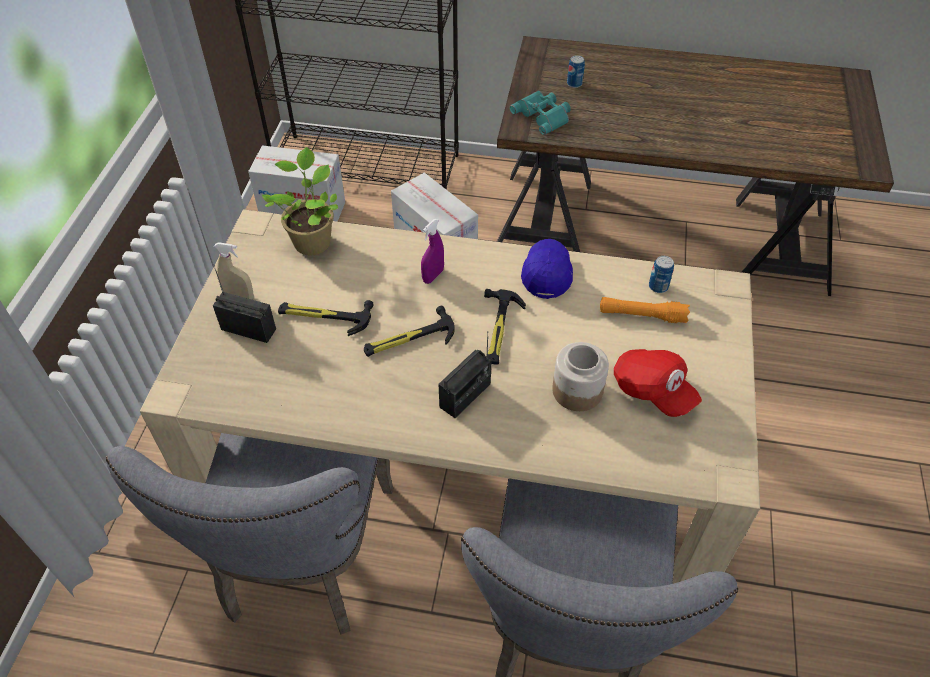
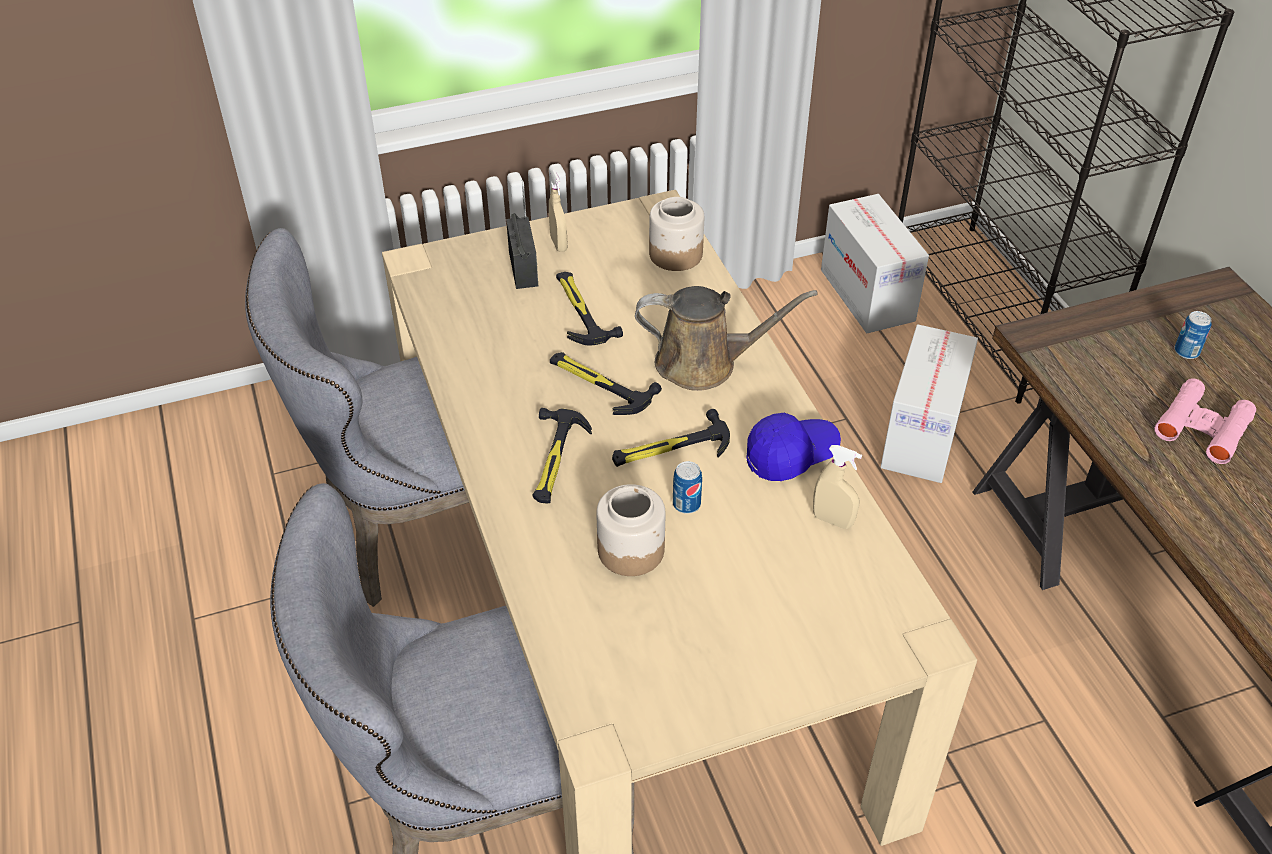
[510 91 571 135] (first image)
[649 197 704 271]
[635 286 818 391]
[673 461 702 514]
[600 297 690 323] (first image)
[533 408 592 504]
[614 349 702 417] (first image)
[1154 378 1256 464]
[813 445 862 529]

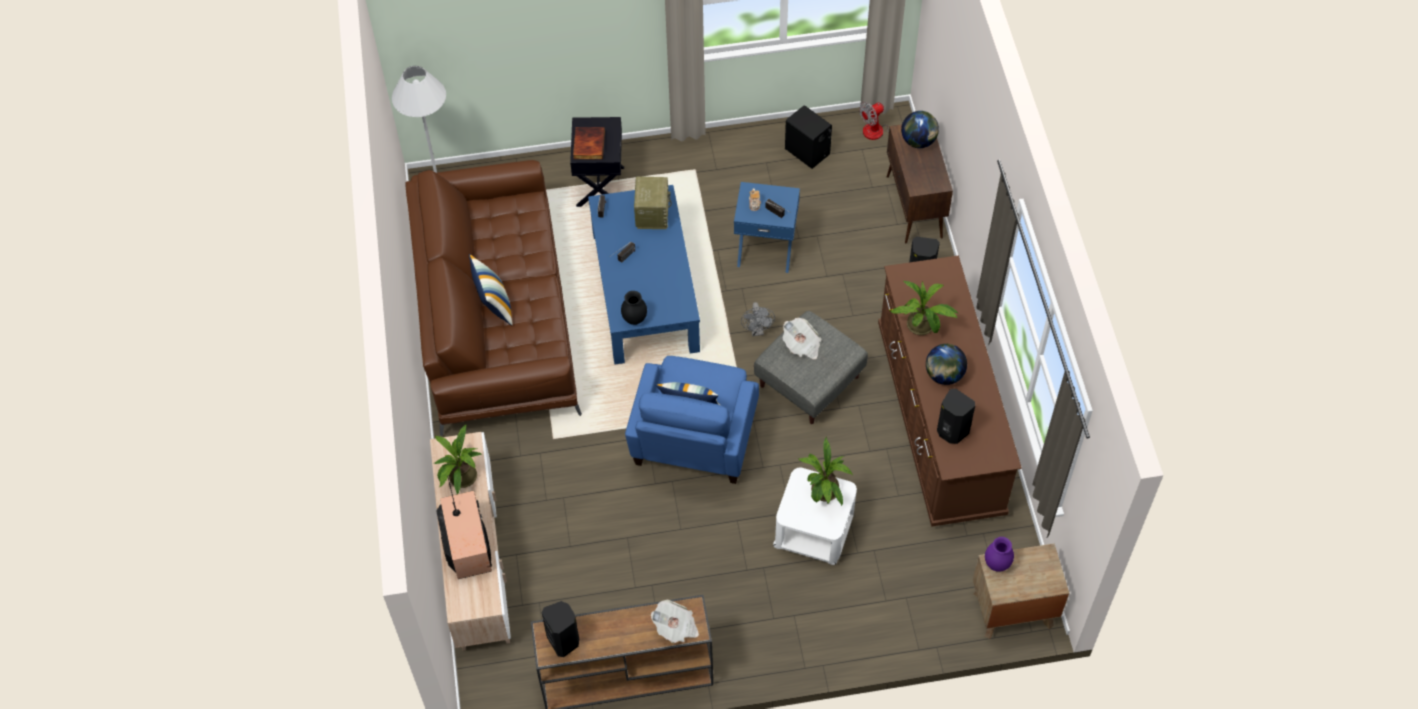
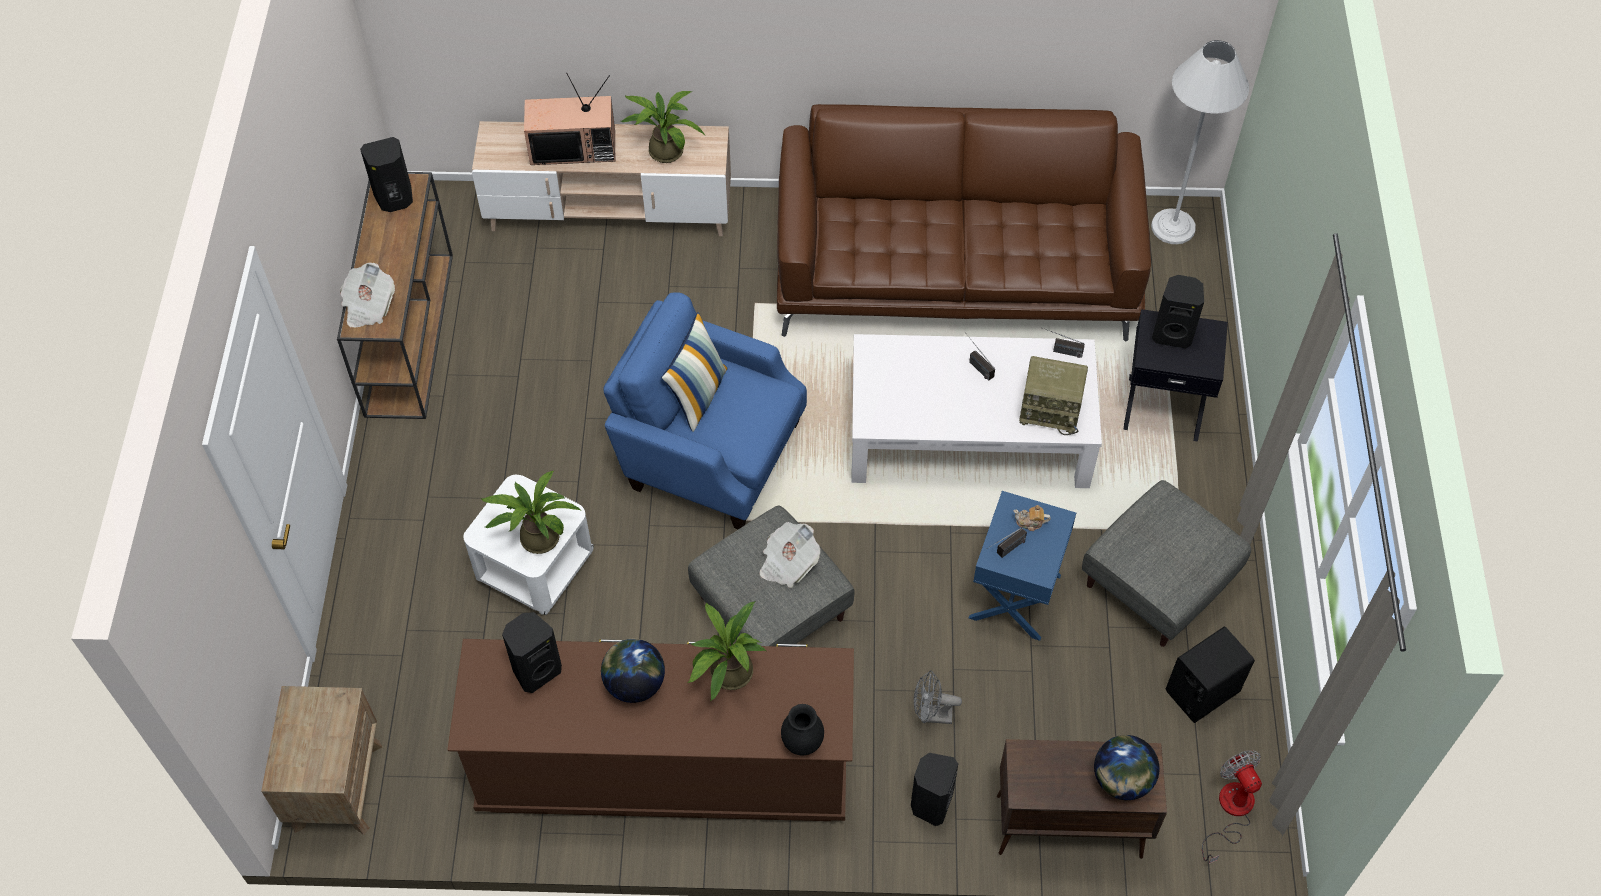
[1152 275 1204 349]
[851 334 1102 488]
[469 254 512 326] (first image)
[781 704 824 755]
[914 670 962 724]
[985 537 1014 572] (first image)
[1082 480 1251 647]

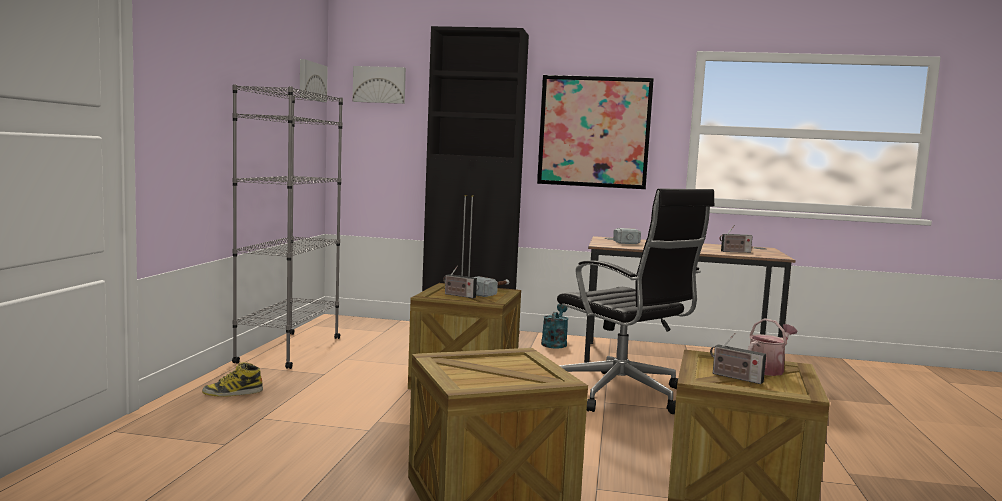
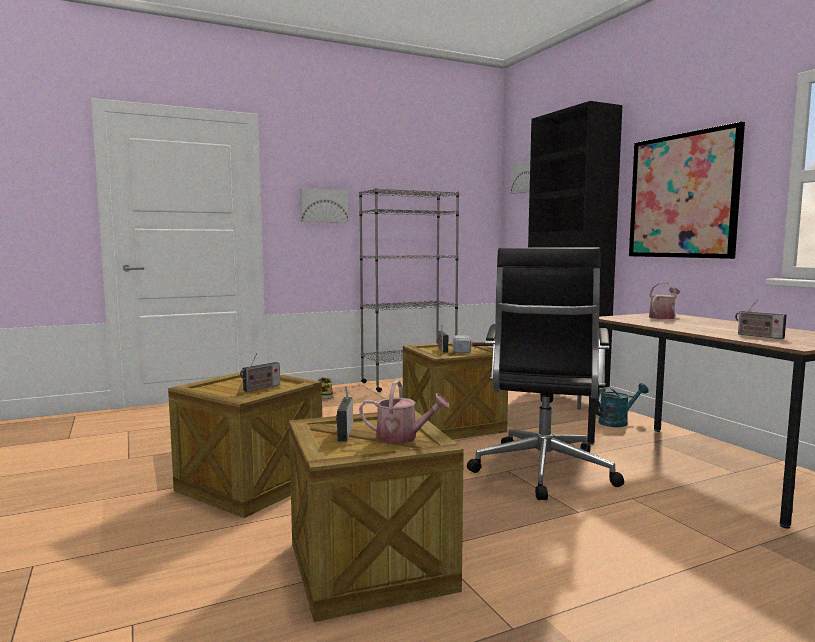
[300 188 348 222]
[649 282 680 319]
[240 354 280 392]

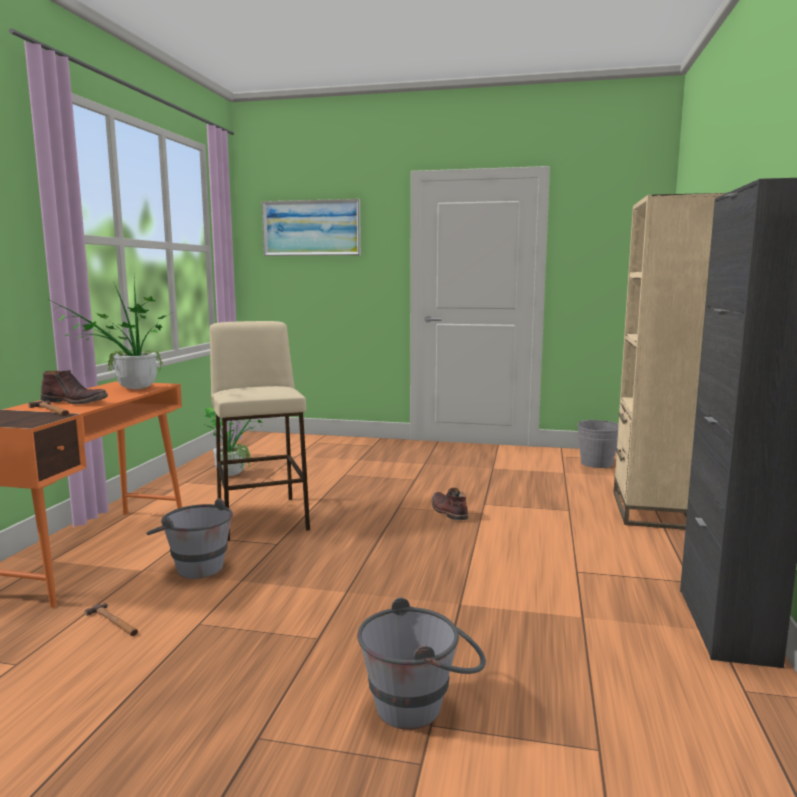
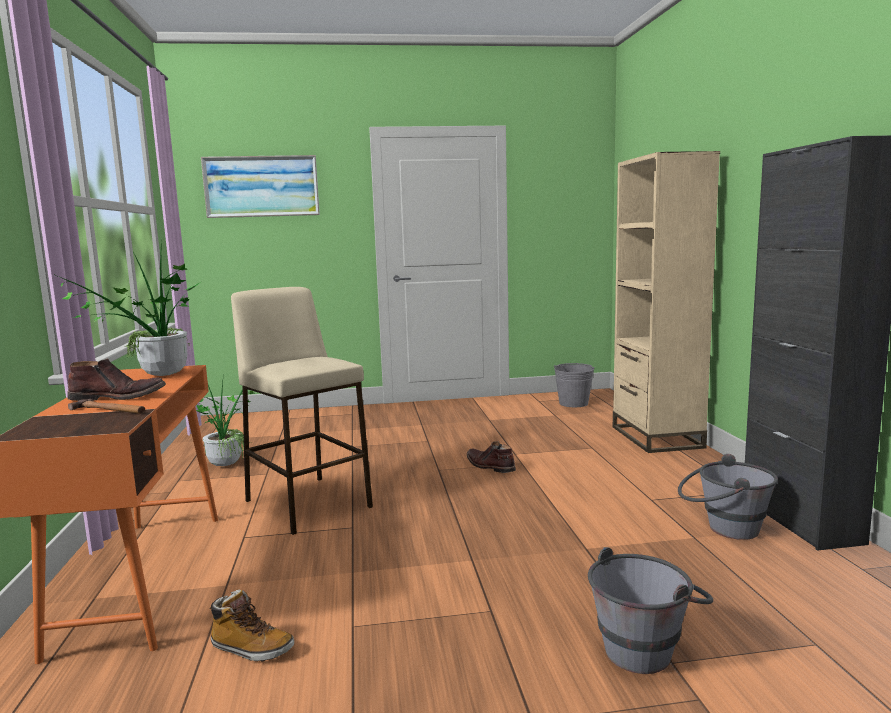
[678 454 778 540]
[209 590 294 662]

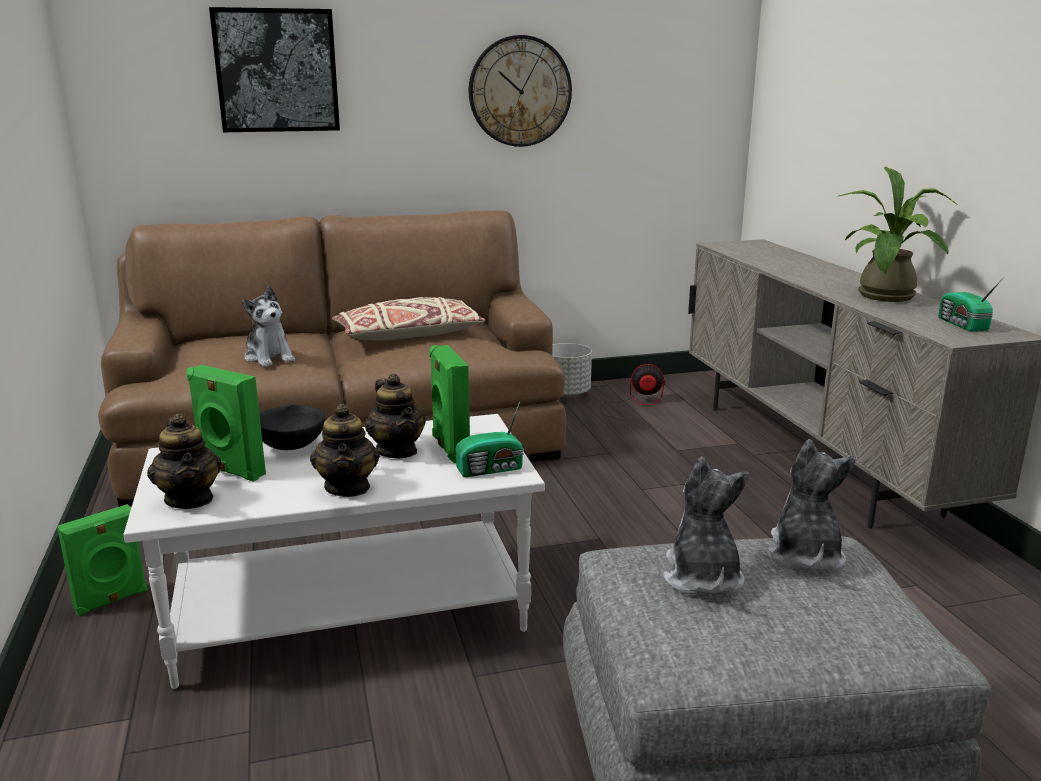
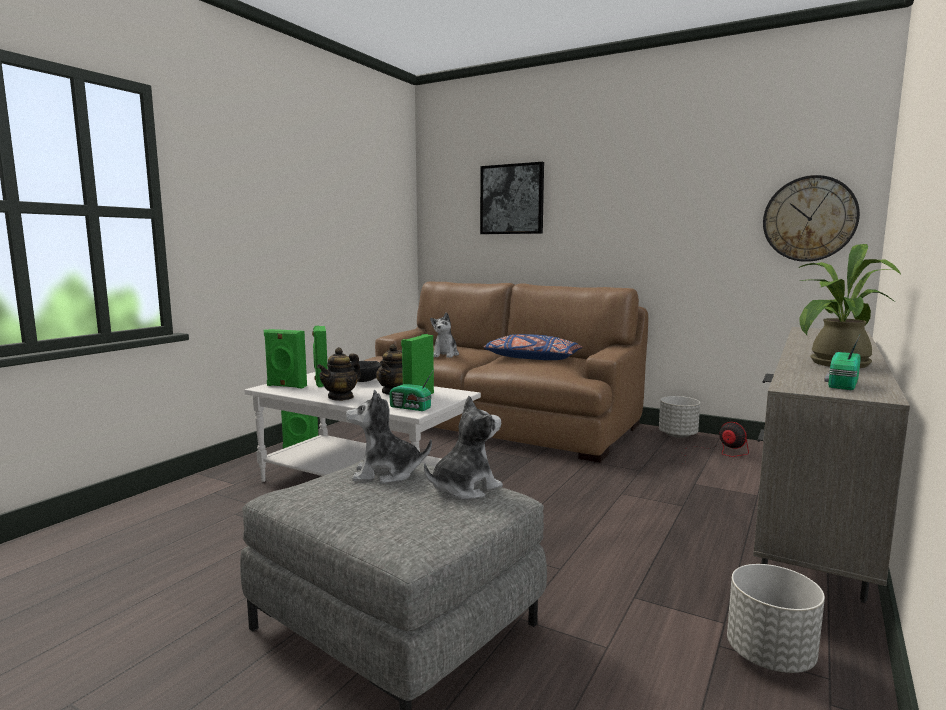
[763 175 860 262]
[483 334 582 360]
[264 329 307 388]
[346 389 432 484]
[727 564 825 673]

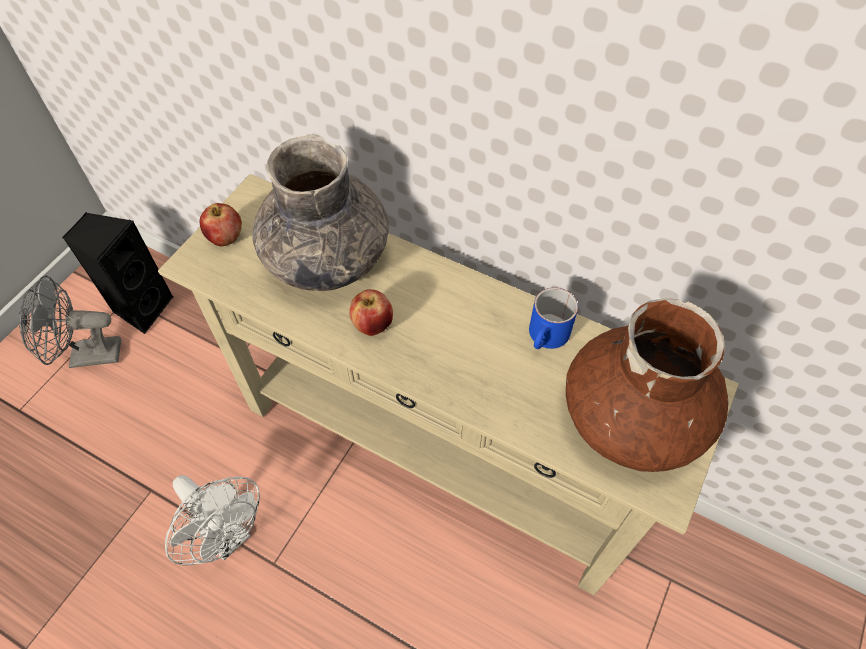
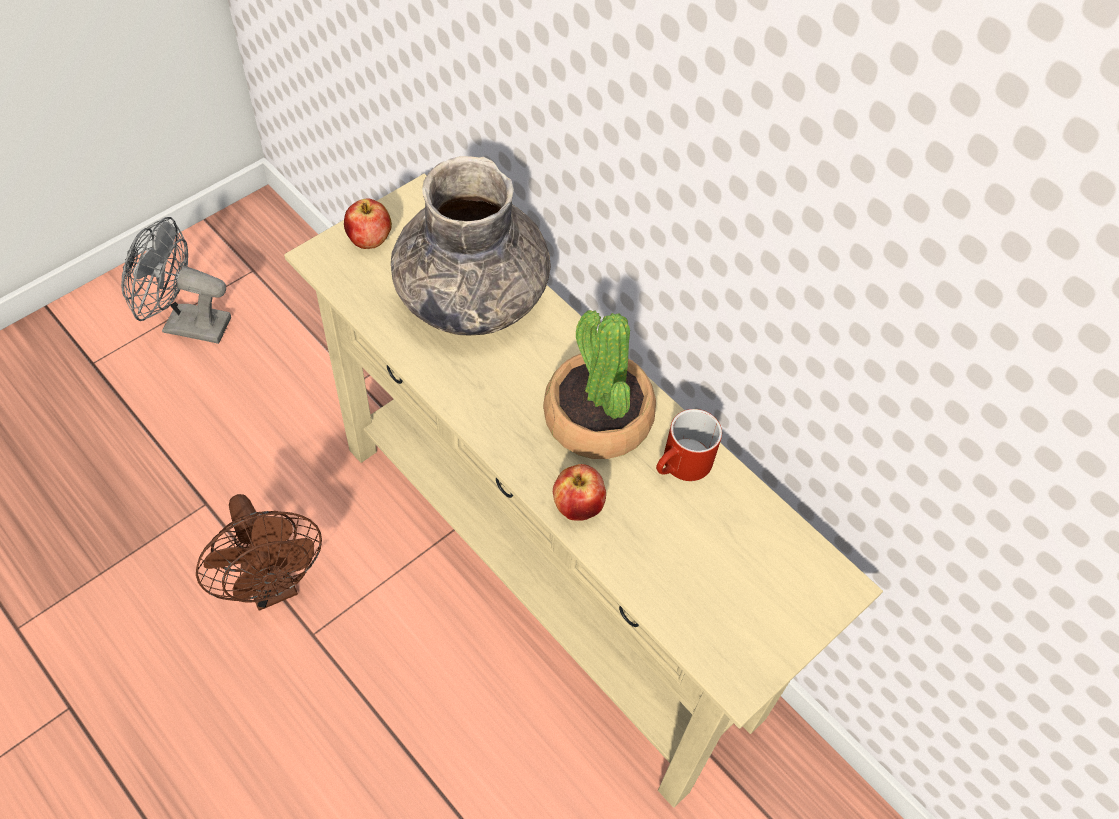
[62 212 174 334] (first image)
[656 409 722 481]
[553 464 606 521]
[566 298 728 472] (first image)
[196 494 322 611]
[543 310 656 459]

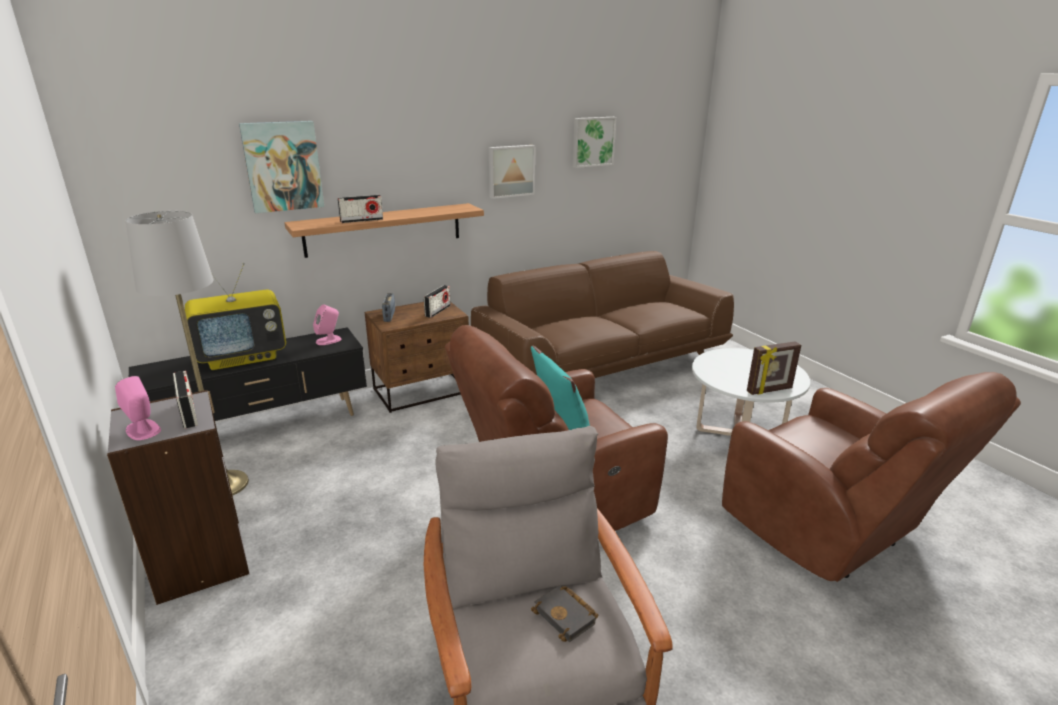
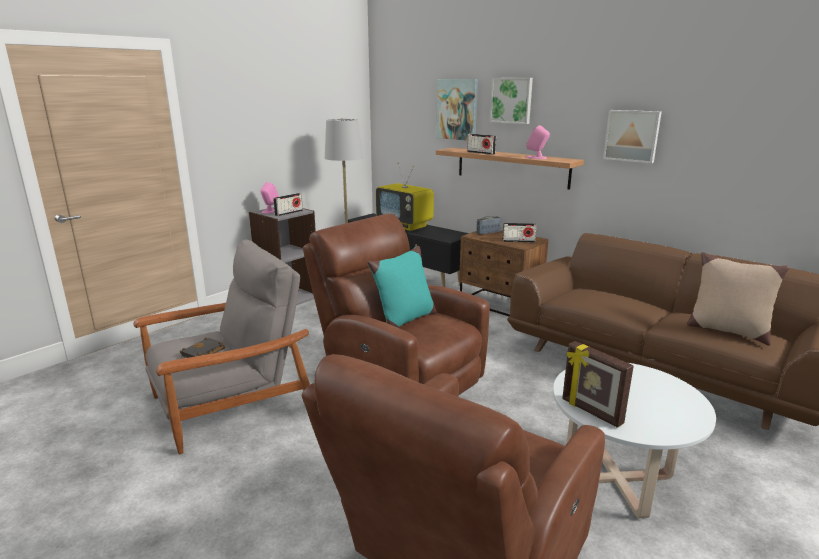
[490 78 533 124]
[526 125 550 159]
[687 252 789 346]

